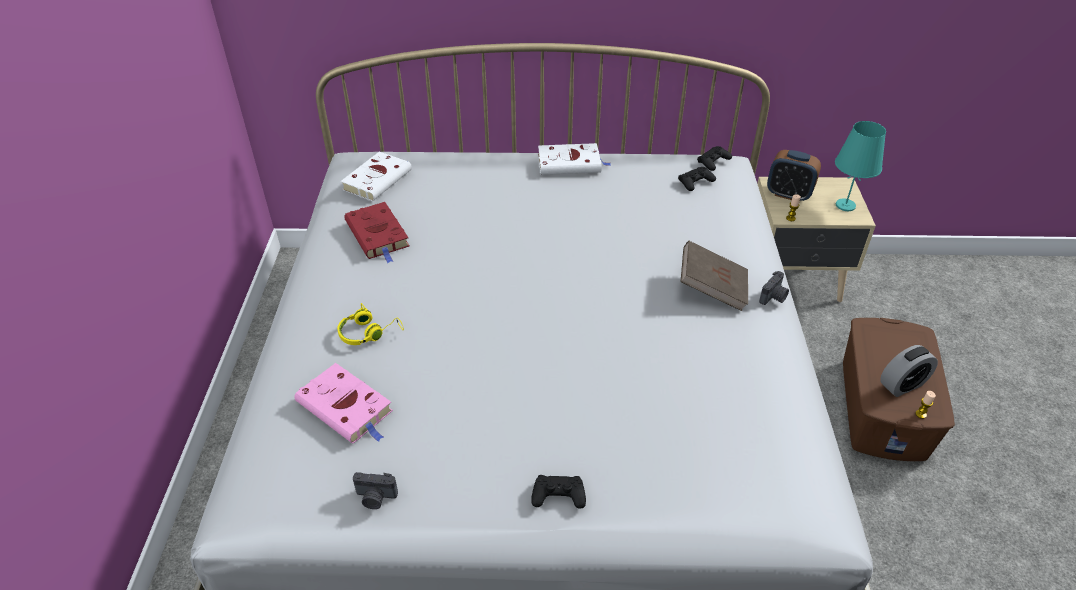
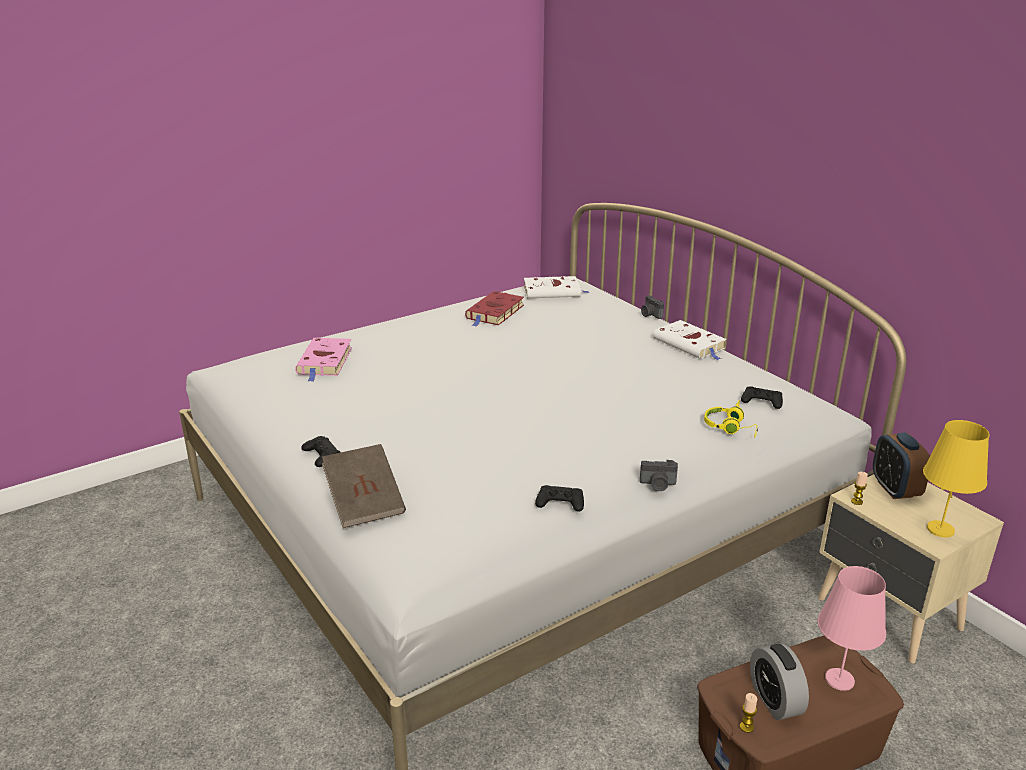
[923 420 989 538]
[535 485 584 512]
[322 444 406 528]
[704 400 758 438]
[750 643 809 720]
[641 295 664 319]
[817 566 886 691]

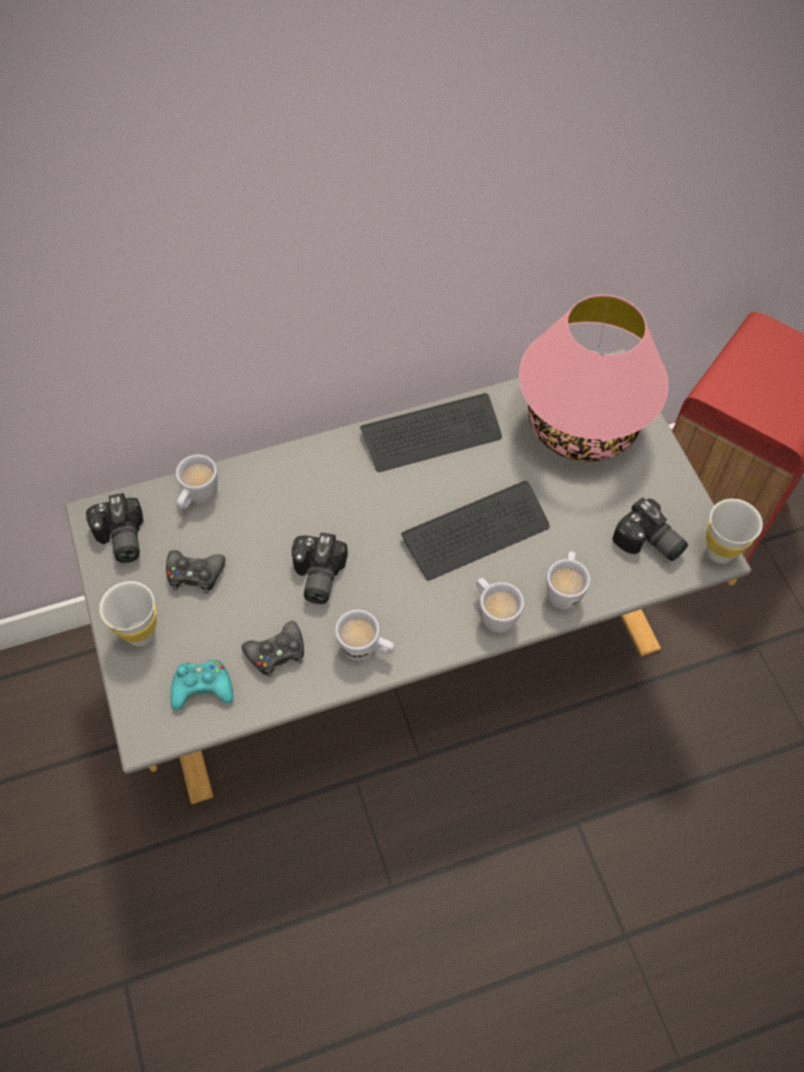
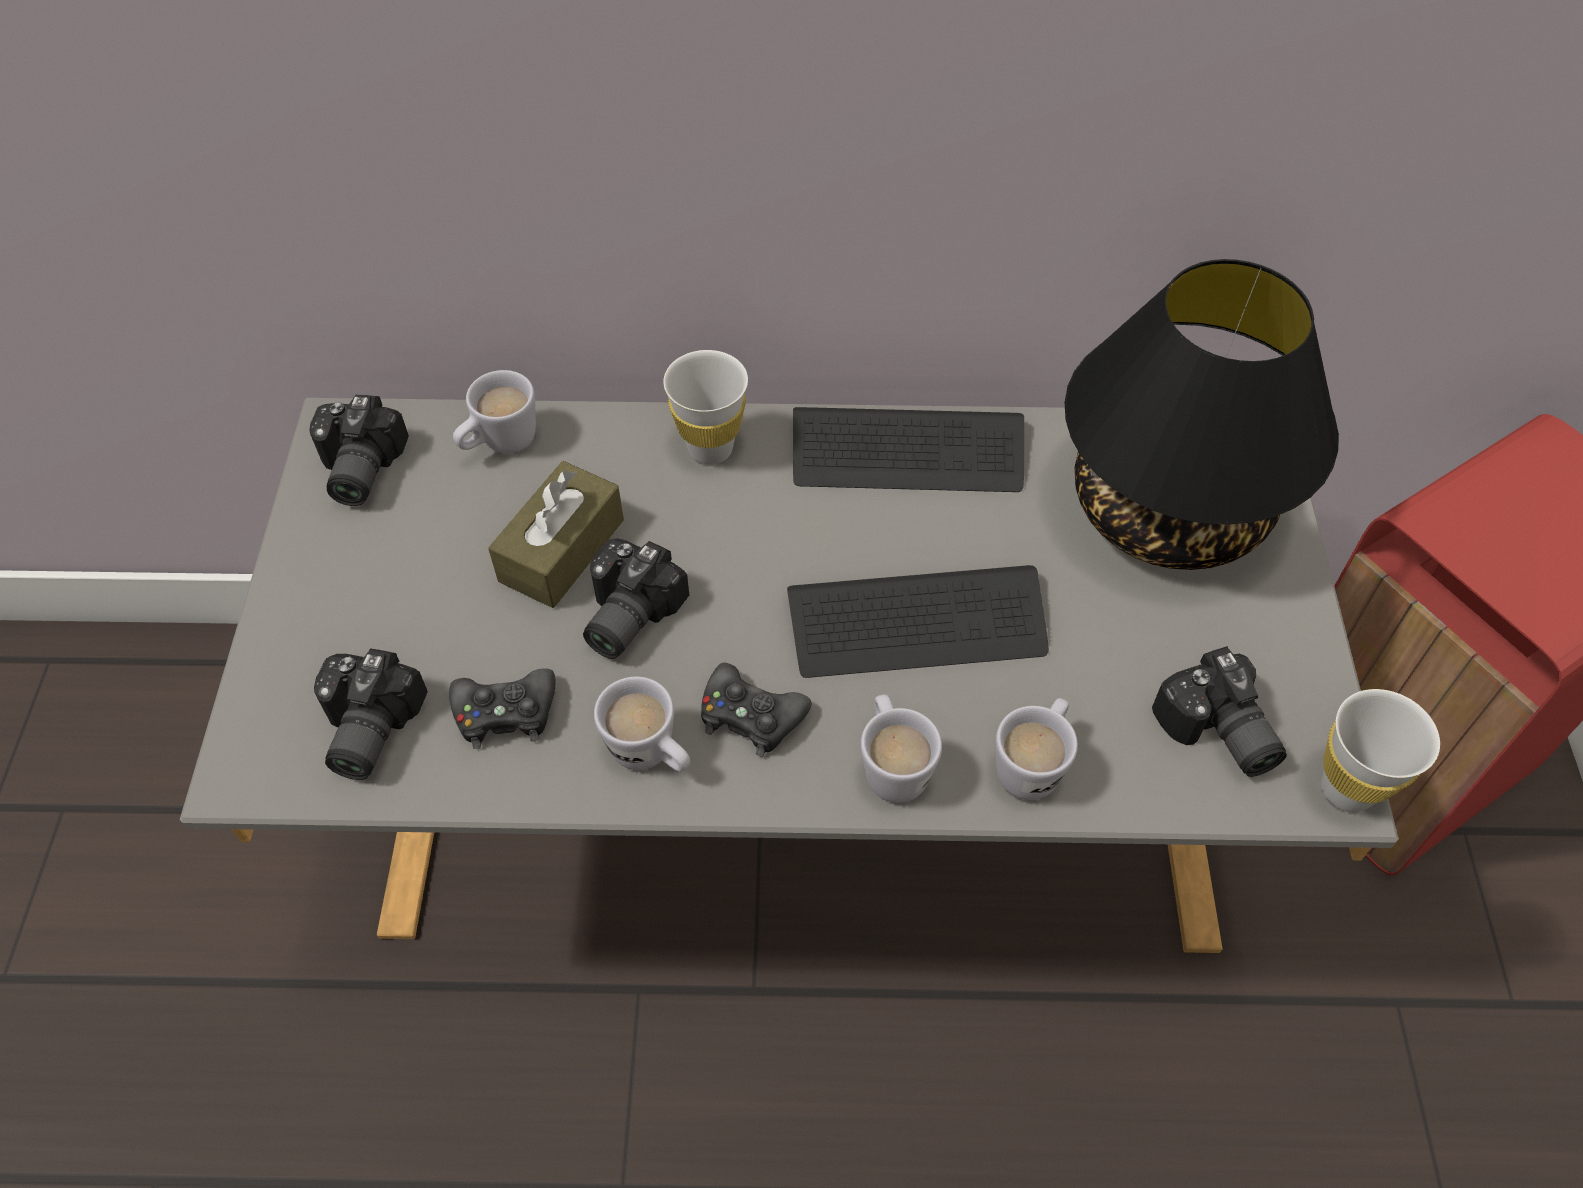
[1065 259 1339 570]
[701 663 812 757]
[663 350 748 465]
[314 648 428 780]
[488 461 624 608]

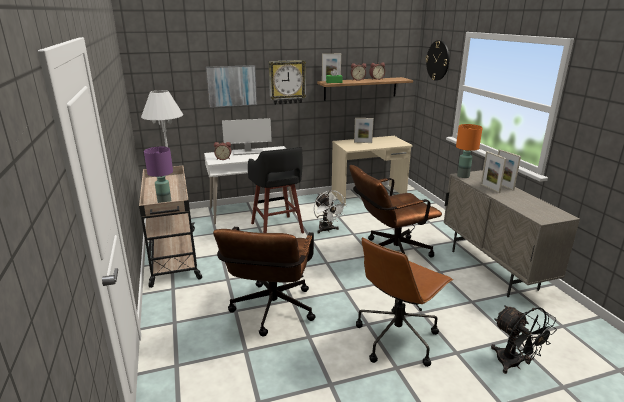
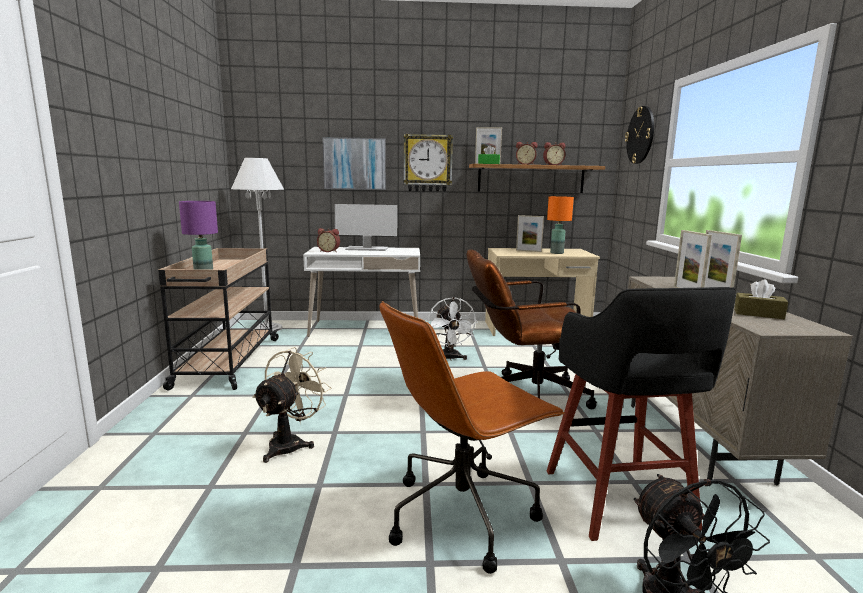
[547 196 574 254]
[547 287 736 541]
[252 347 331 463]
[734 279 788 320]

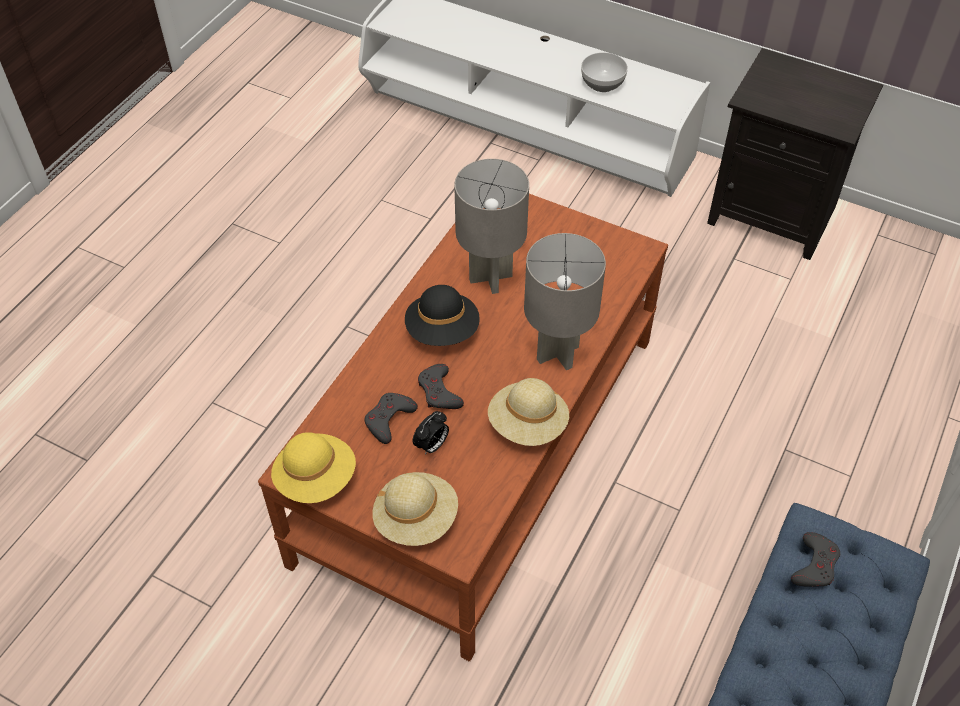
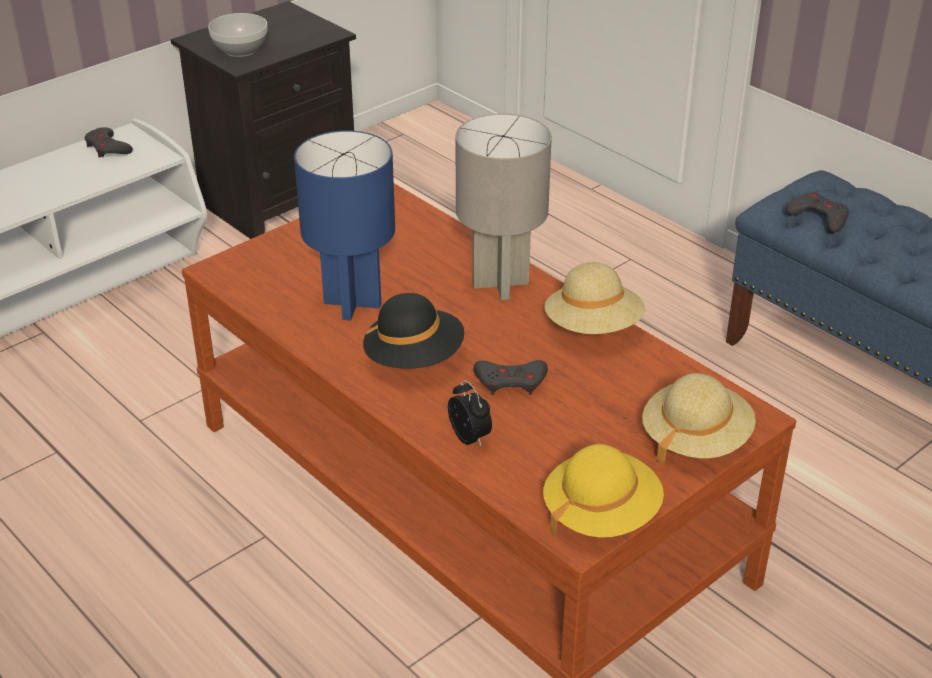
[208 13 267 57]
[294 130 395 321]
[85 127 133 158]
[448 380 492 446]

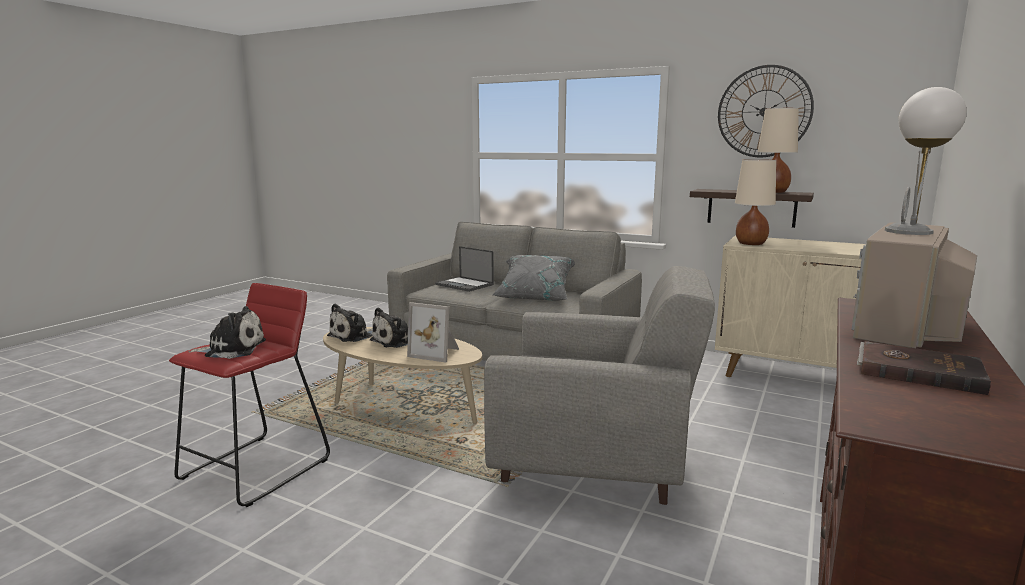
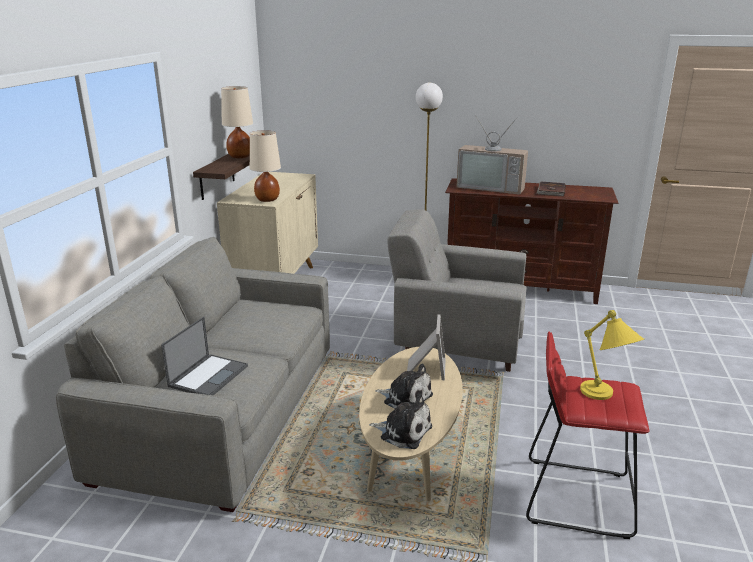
[718 65 814 157] (first image)
[493 255 575 301] (first image)
[387 209 527 372]
[580 310 644 400]

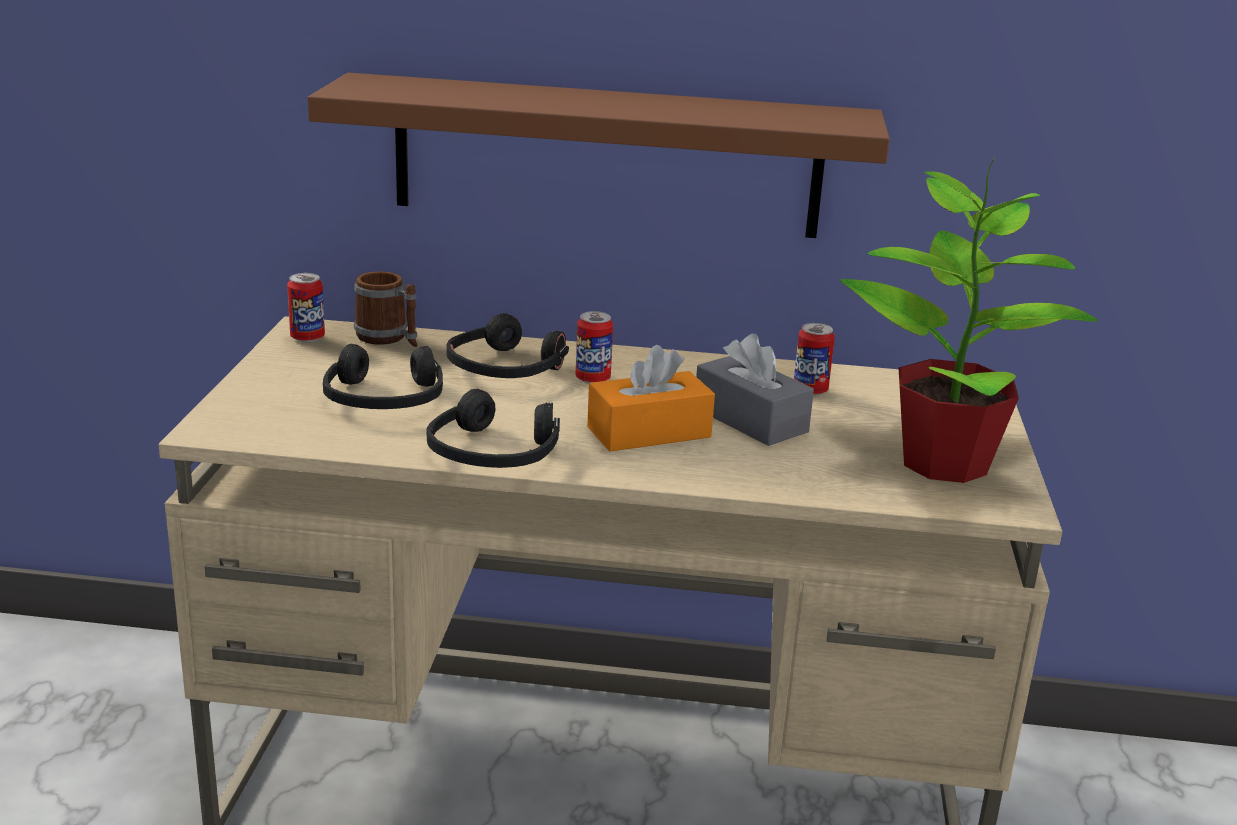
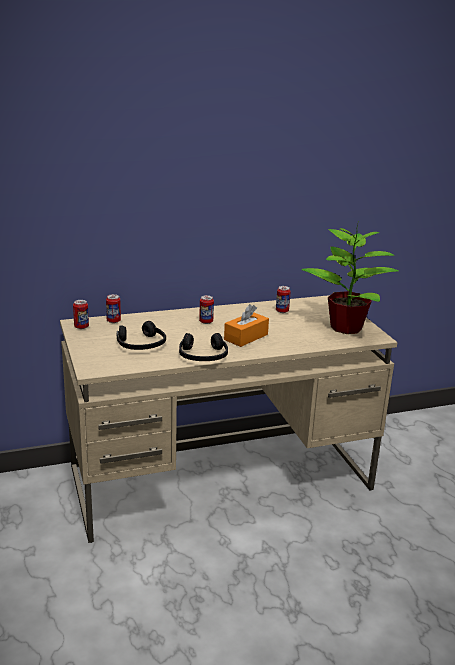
[308 73 890 238] (first image)
[106 294 121 323]
[446 313 569 378] (first image)
[696 334 814 446] (first image)

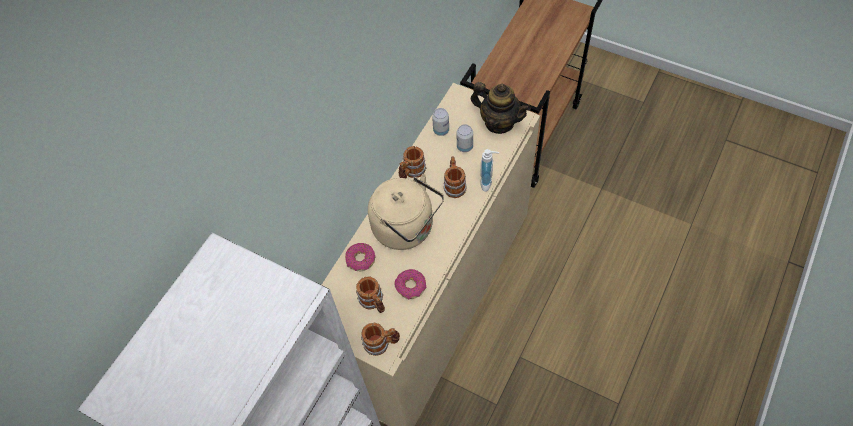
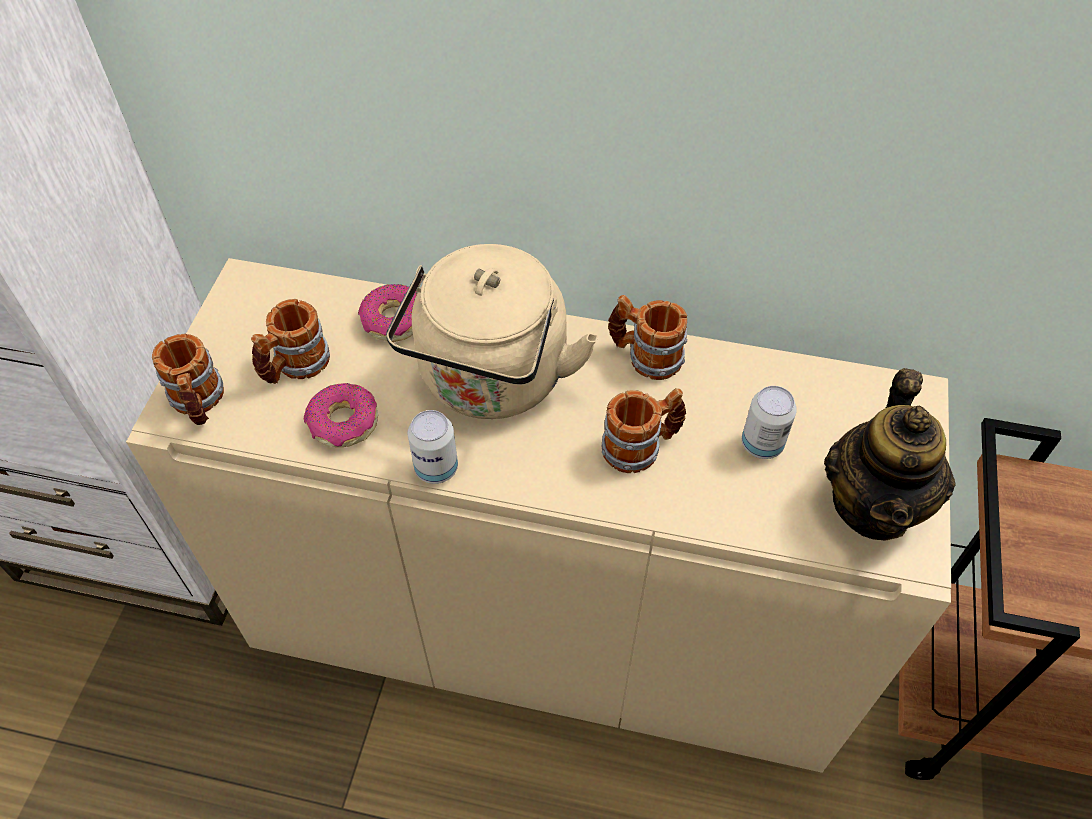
[408 410 458 484]
[480 149 499 192] (first image)

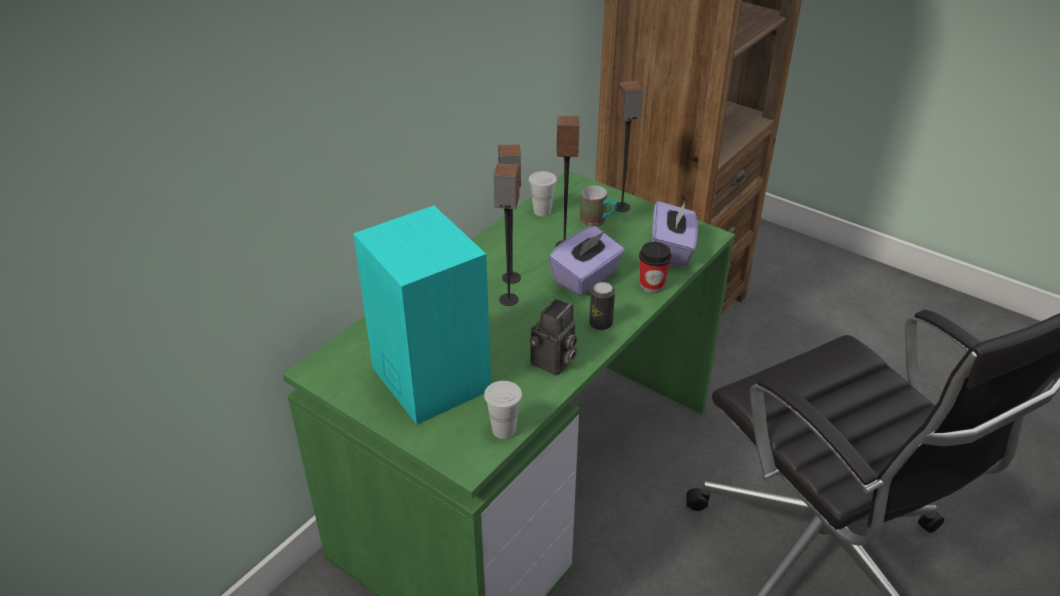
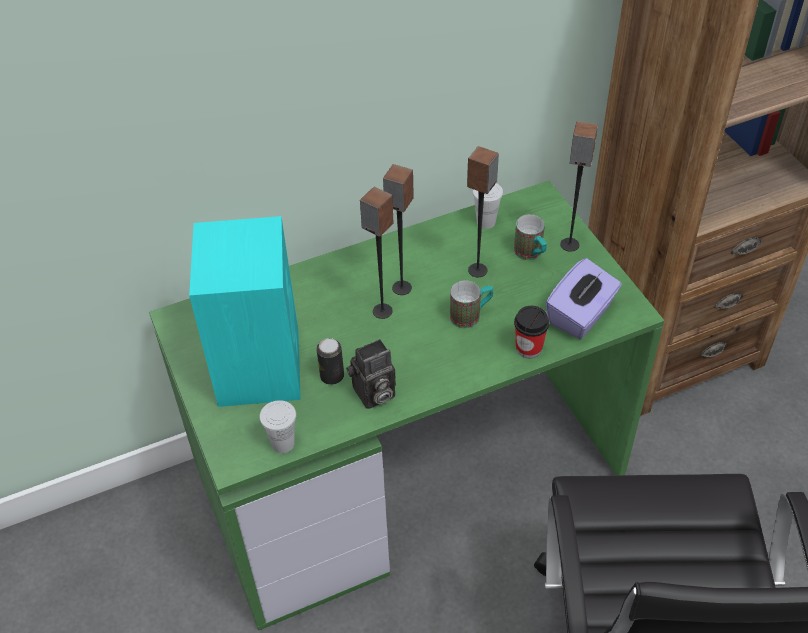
[450 280 493 328]
[316 338 344 385]

